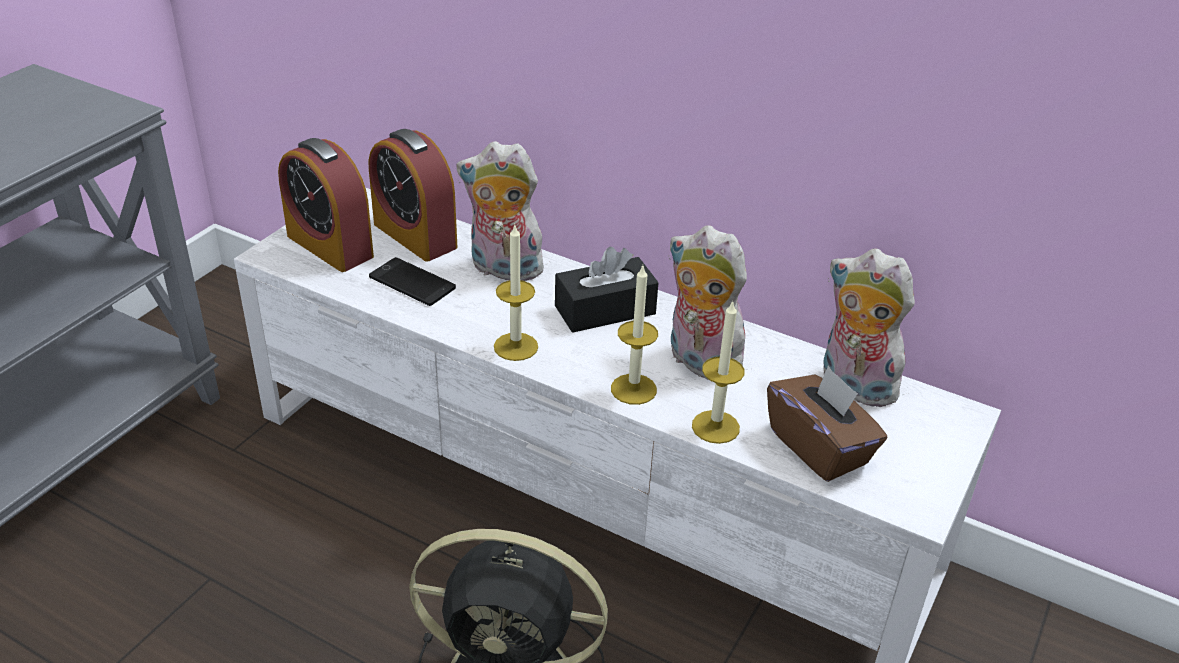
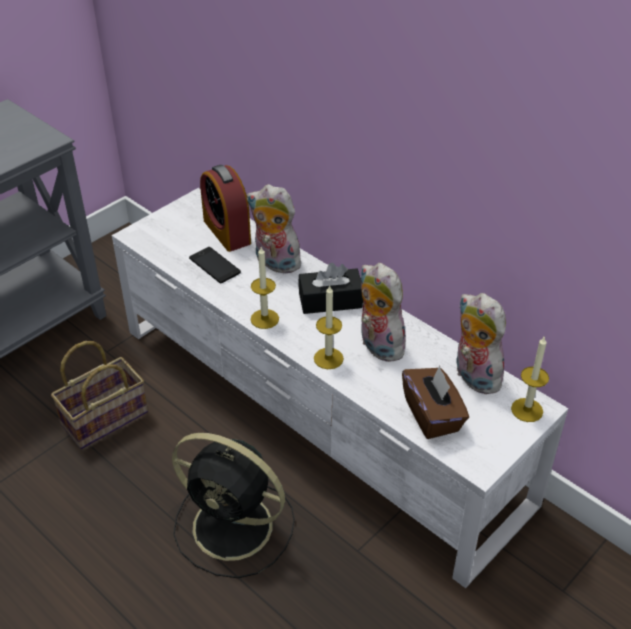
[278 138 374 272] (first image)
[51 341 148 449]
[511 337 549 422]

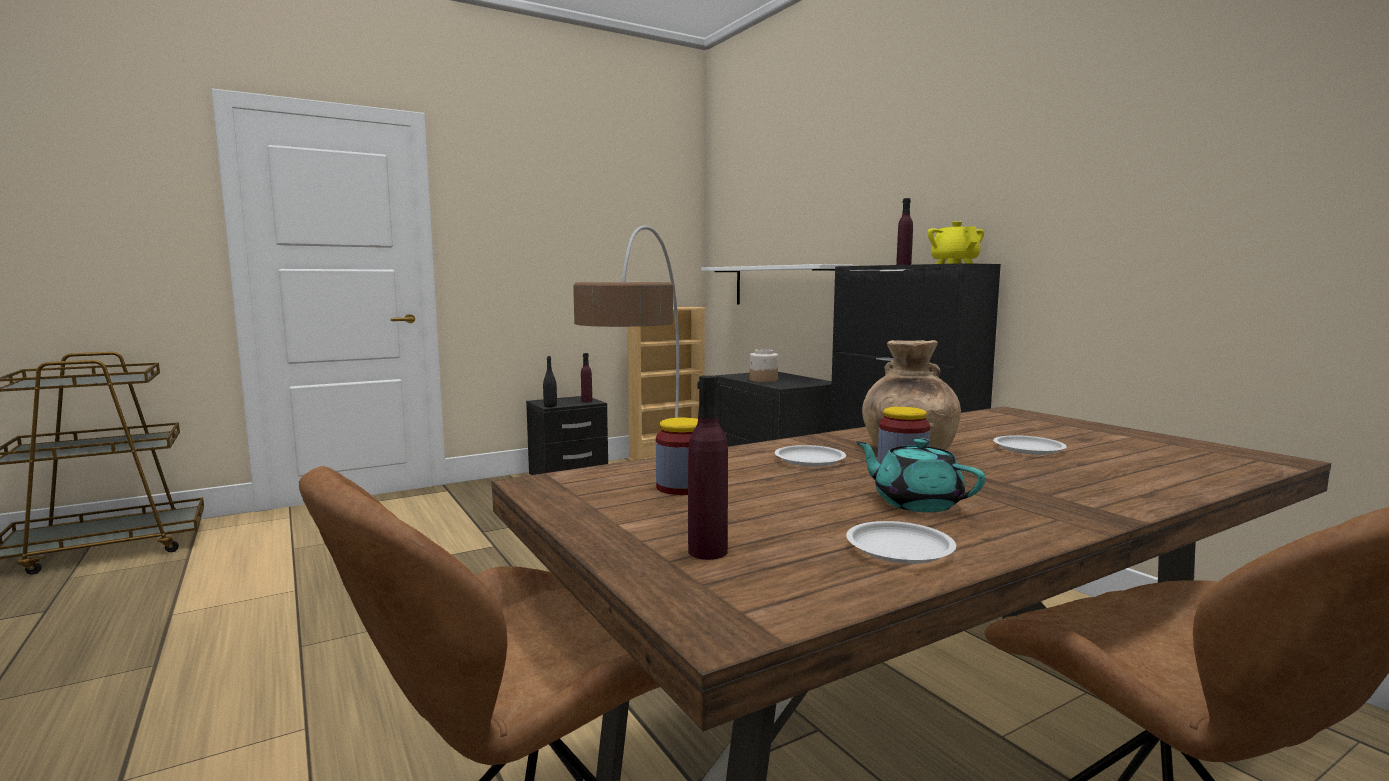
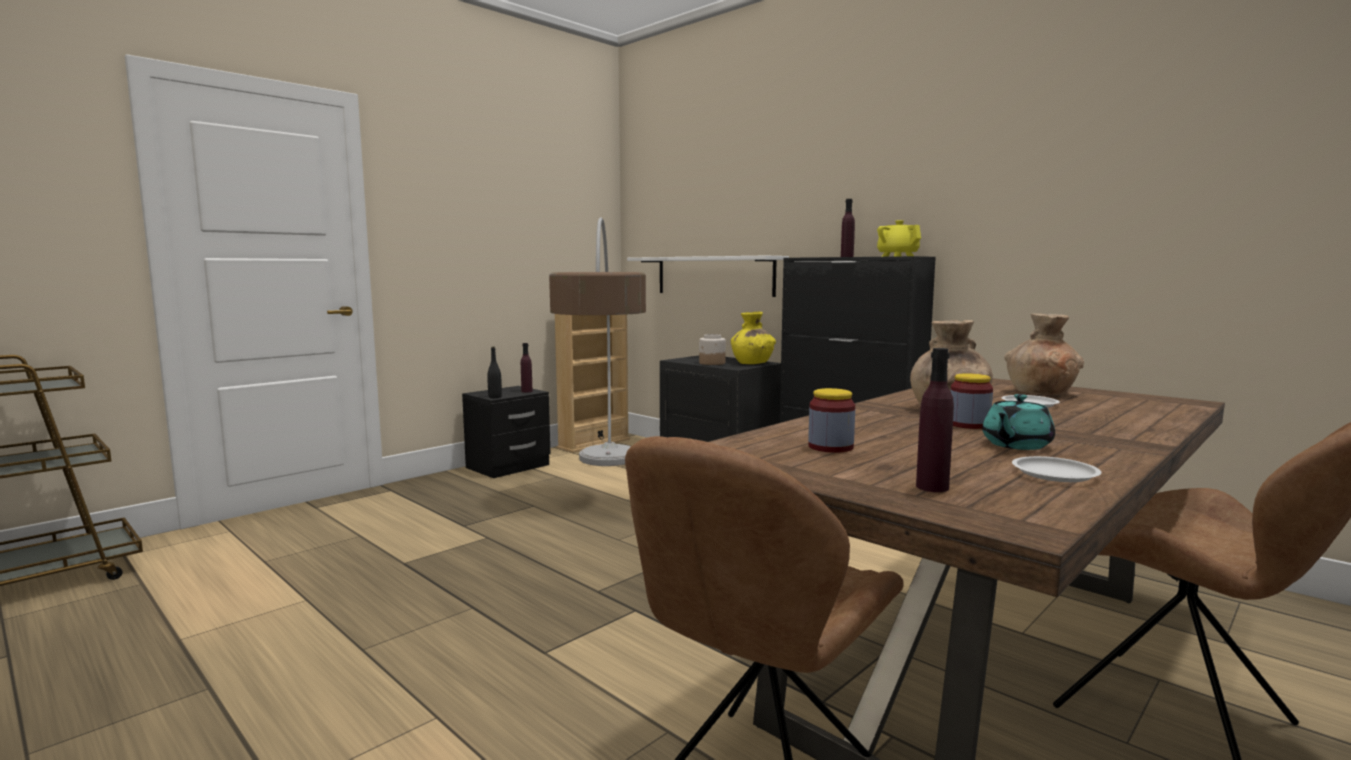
[775 445 846 467] (first image)
[731 312 776 364]
[1004 313 1084 395]
[982 394 1055 450]

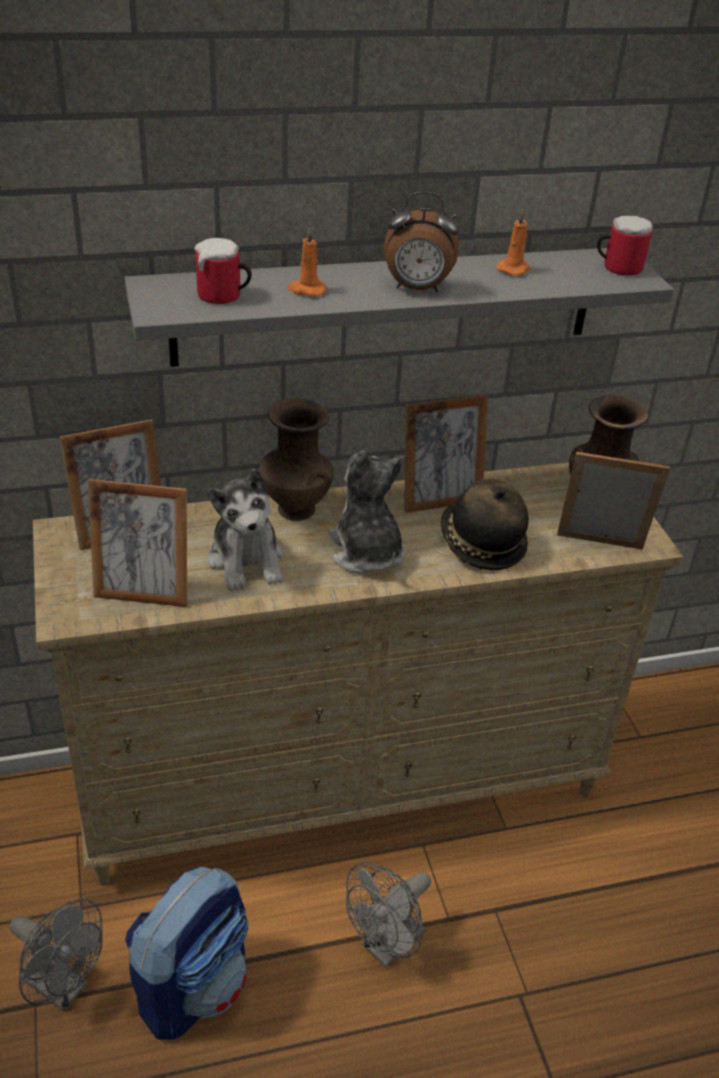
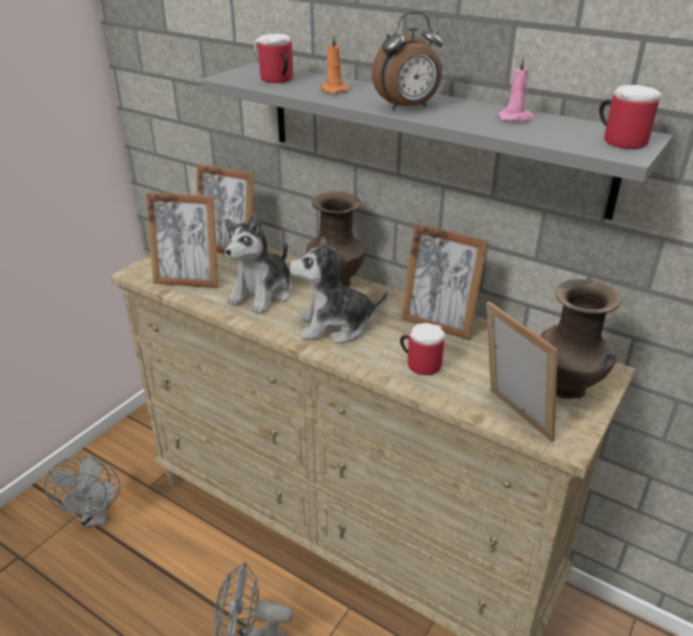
[125 867 248 1040] (first image)
[400 323 446 375]
[498 56 535 121]
[145 192 219 288]
[289 236 388 344]
[372 11 443 111]

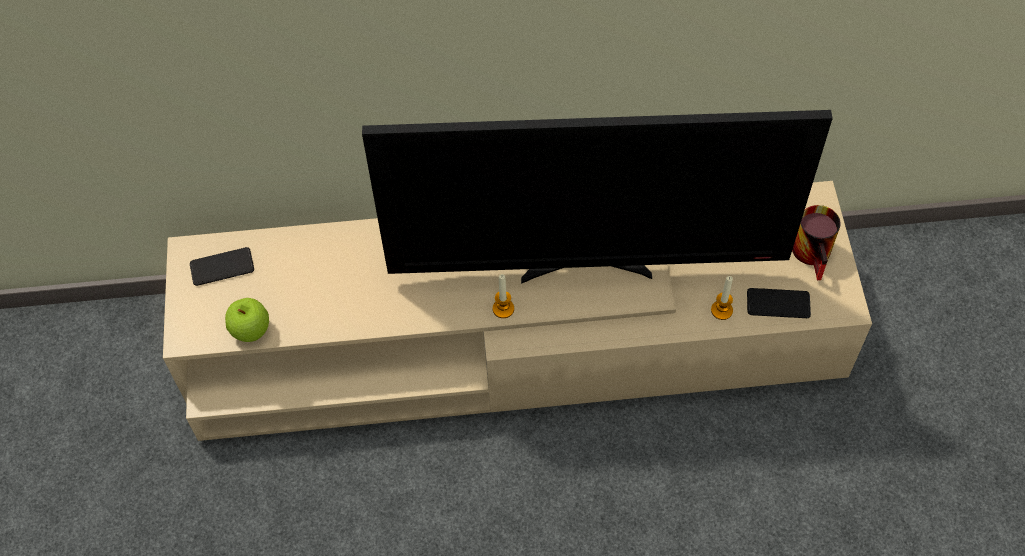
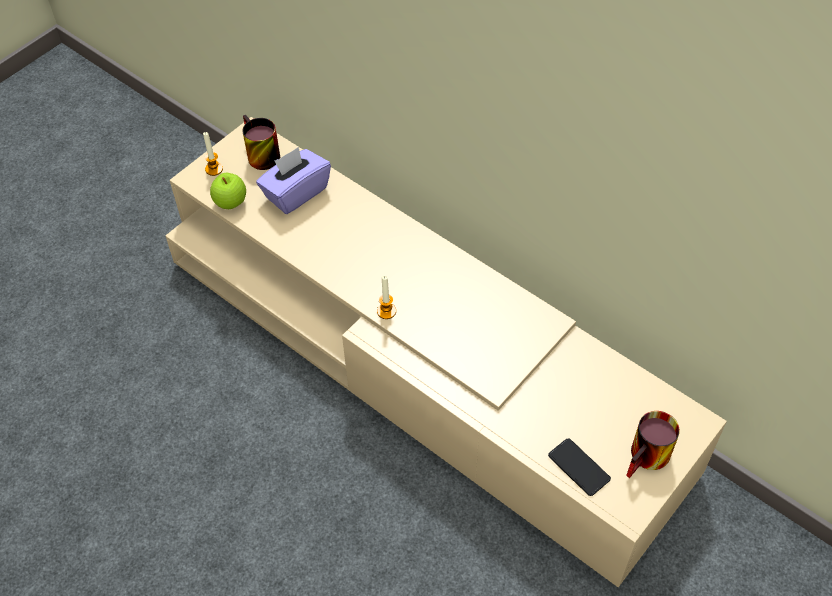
[362 110 833 284] (first image)
[256 147 331 214]
[203 132 223 176]
[242 115 280 170]

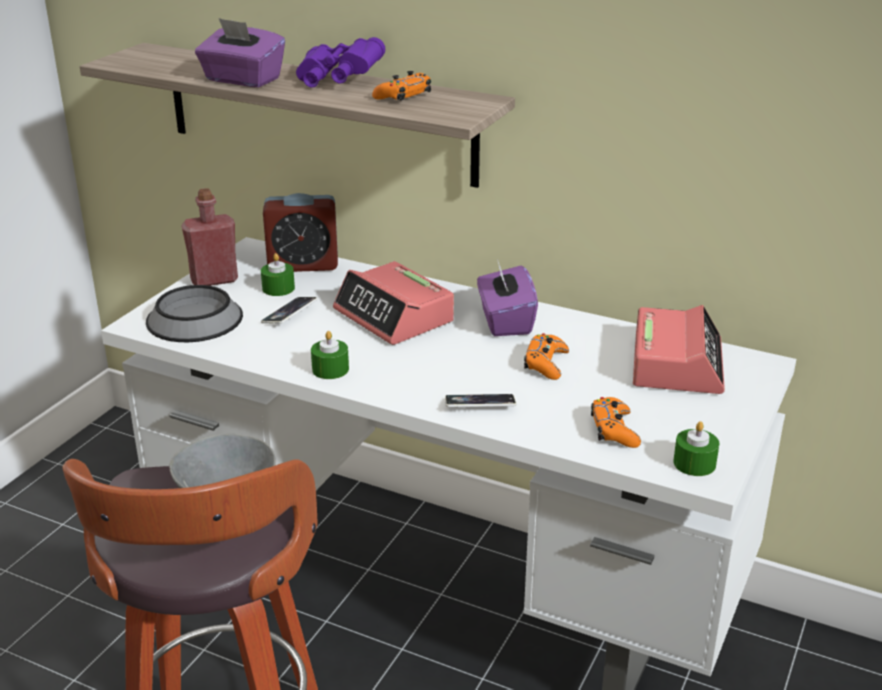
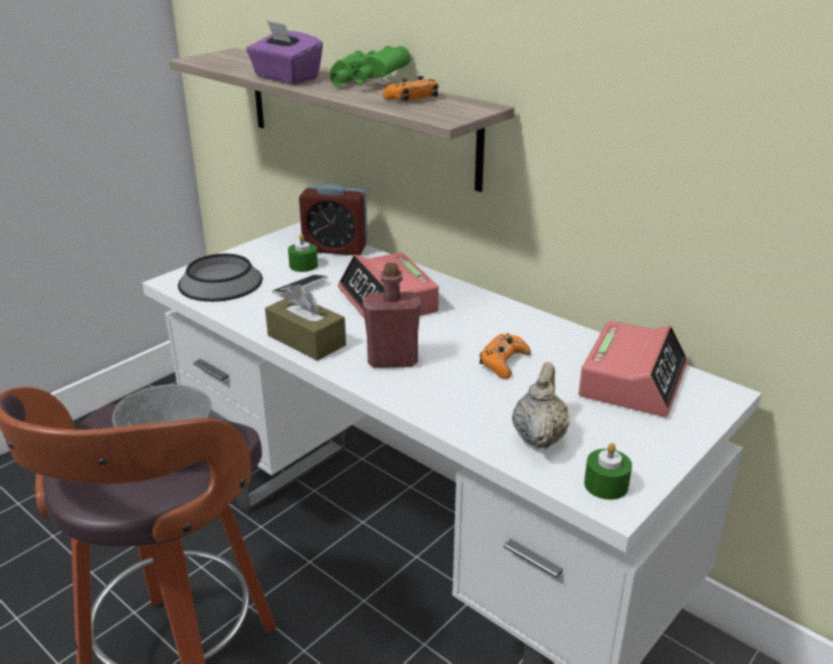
[445 394 516 407] (first image)
[477 259 538 336] (first image)
[363 263 421 368]
[265 284 346 361]
[512 362 569 449]
[330 46 410 87]

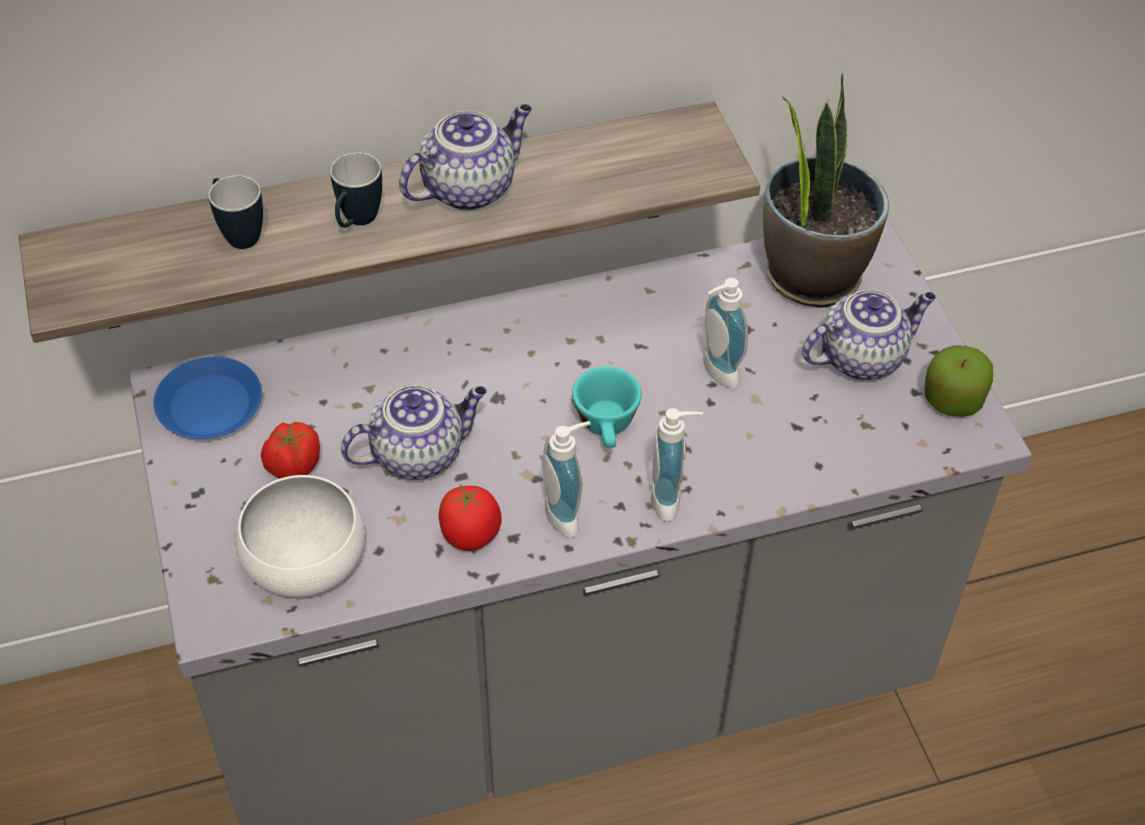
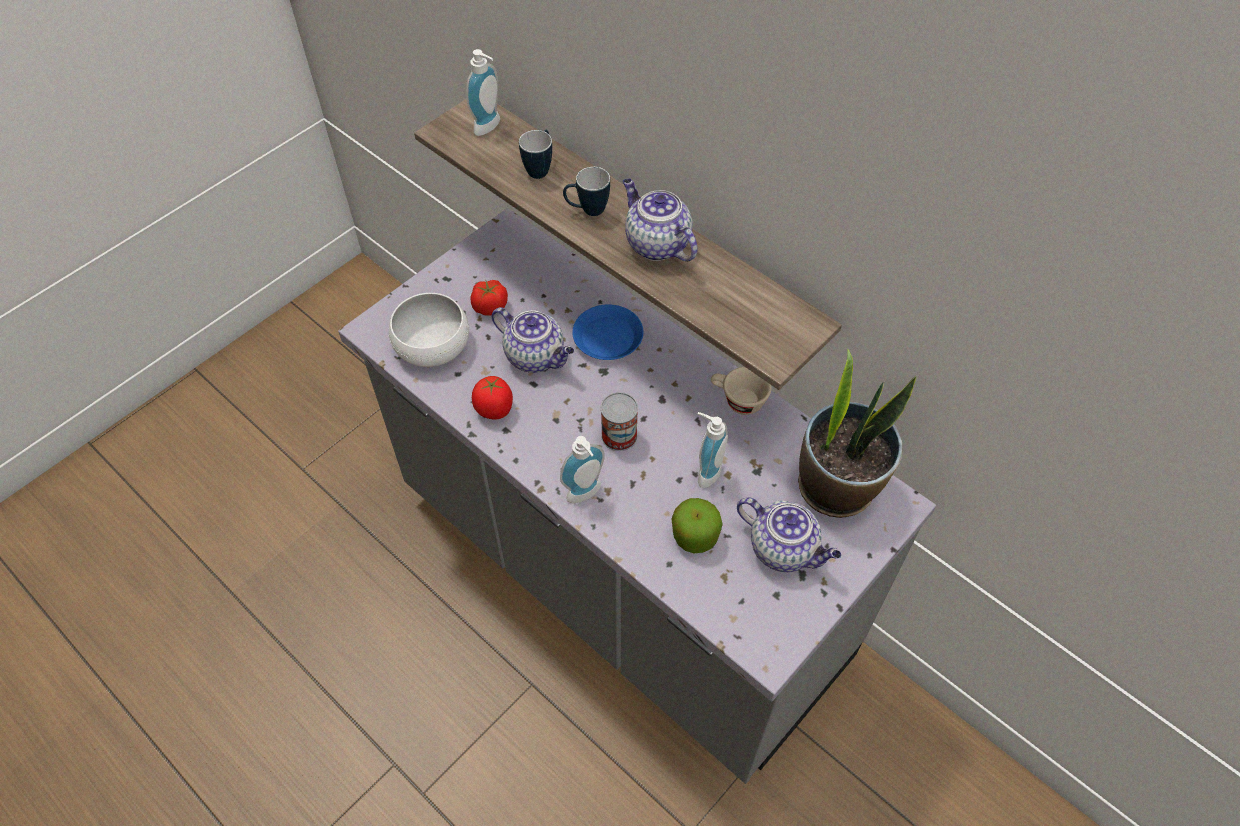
[711 367 772 415]
[572 304 643 360]
[466 49 500 136]
[671 498 723 553]
[601 392 638 451]
[623 178 698 262]

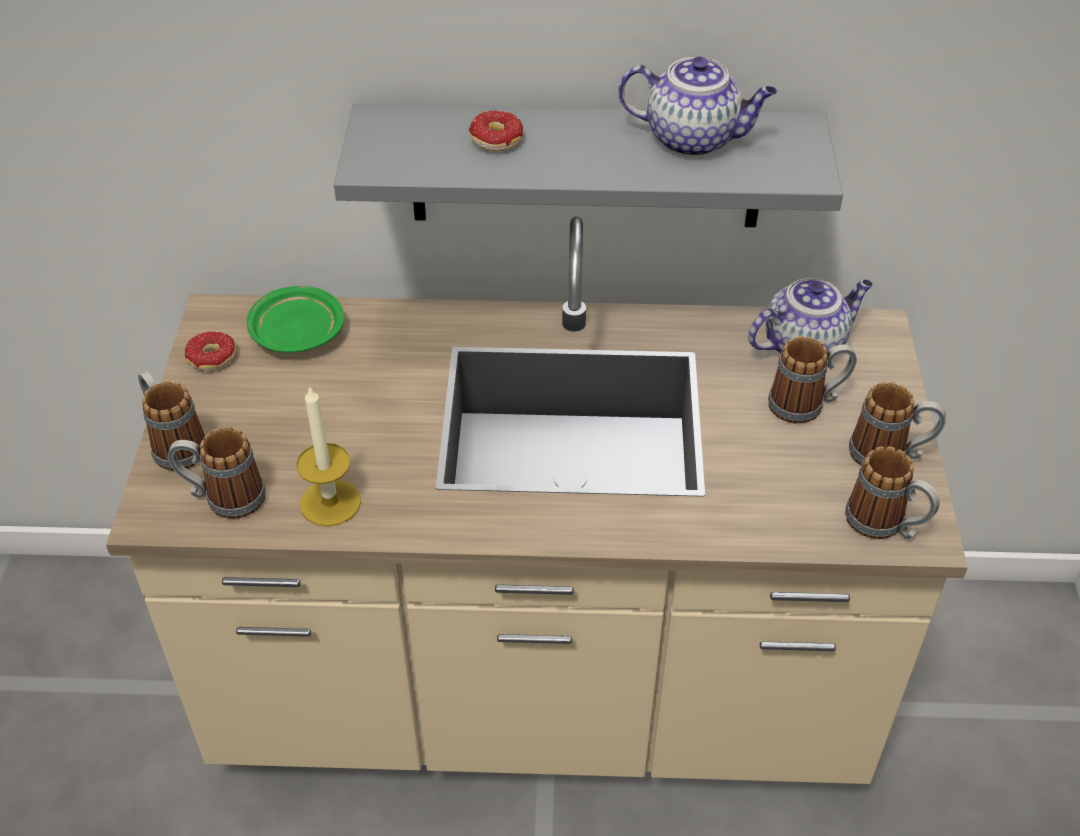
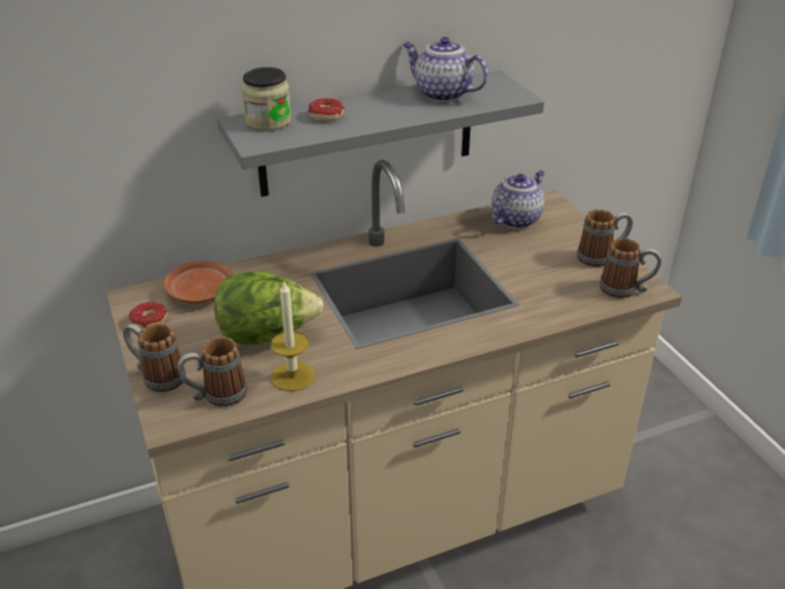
[768 336 857 424] (first image)
[214 271 324 345]
[242 67 291 131]
[163 261 234 303]
[403 37 488 102]

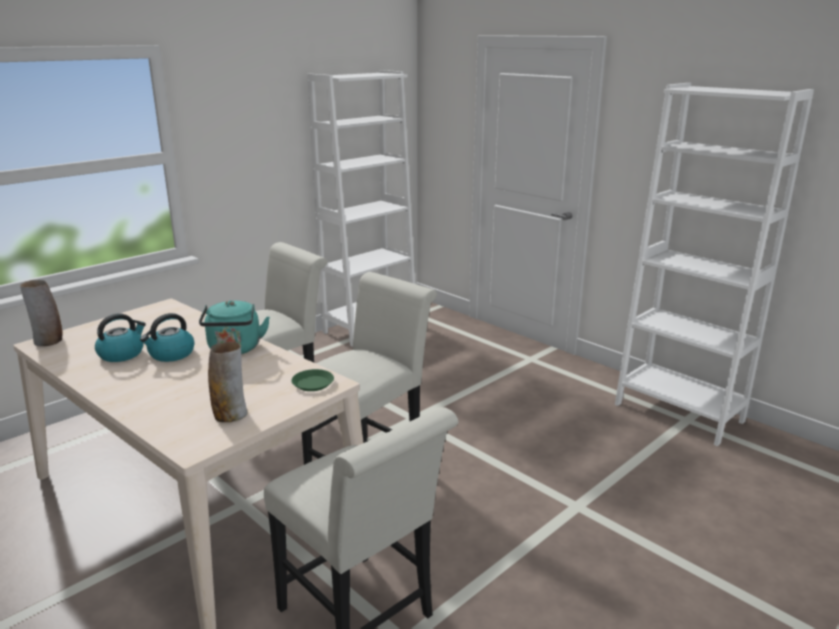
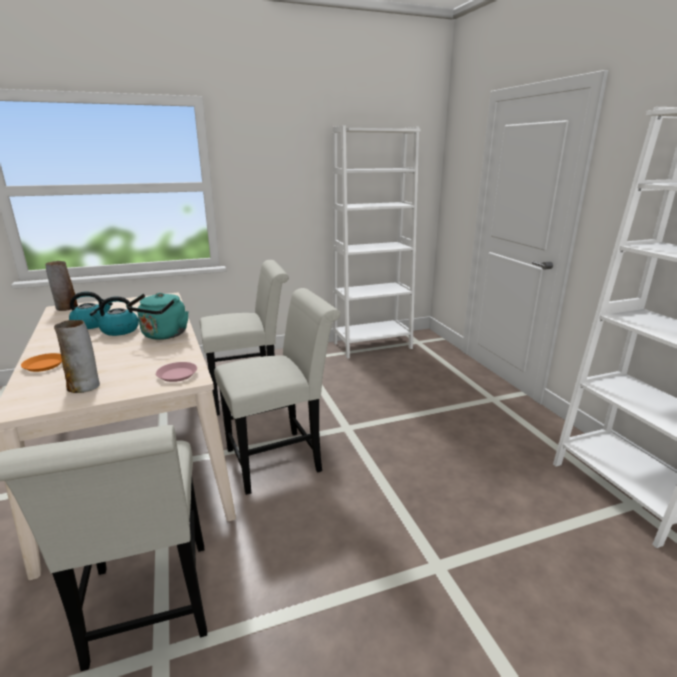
[21 353 62 372]
[156 362 197 382]

